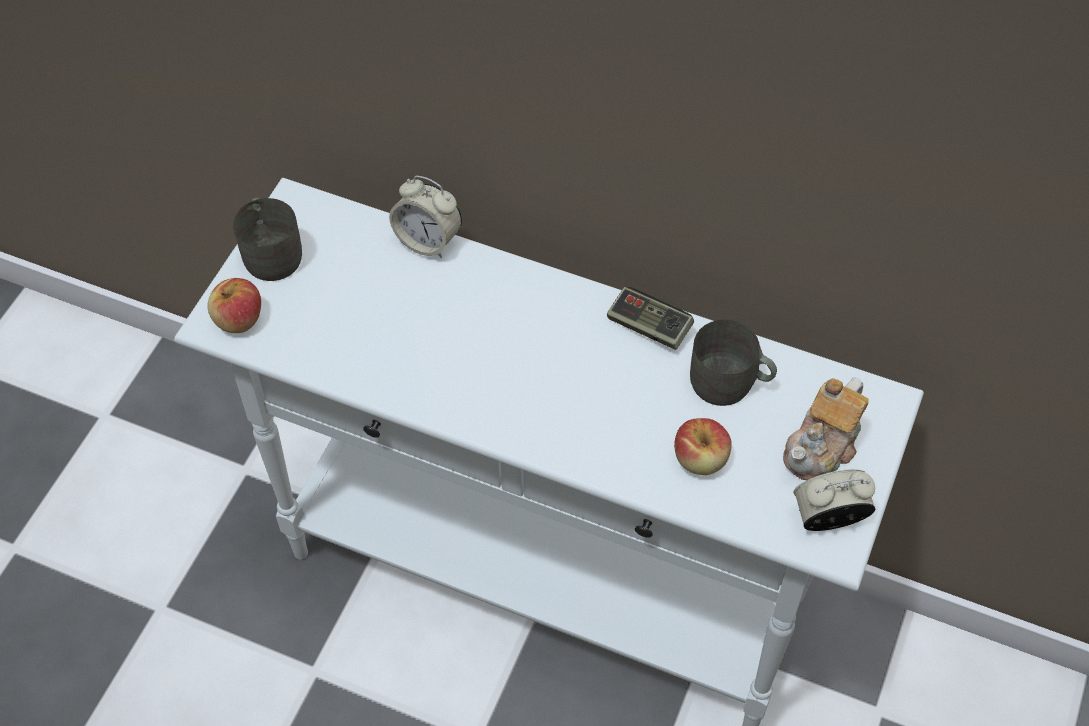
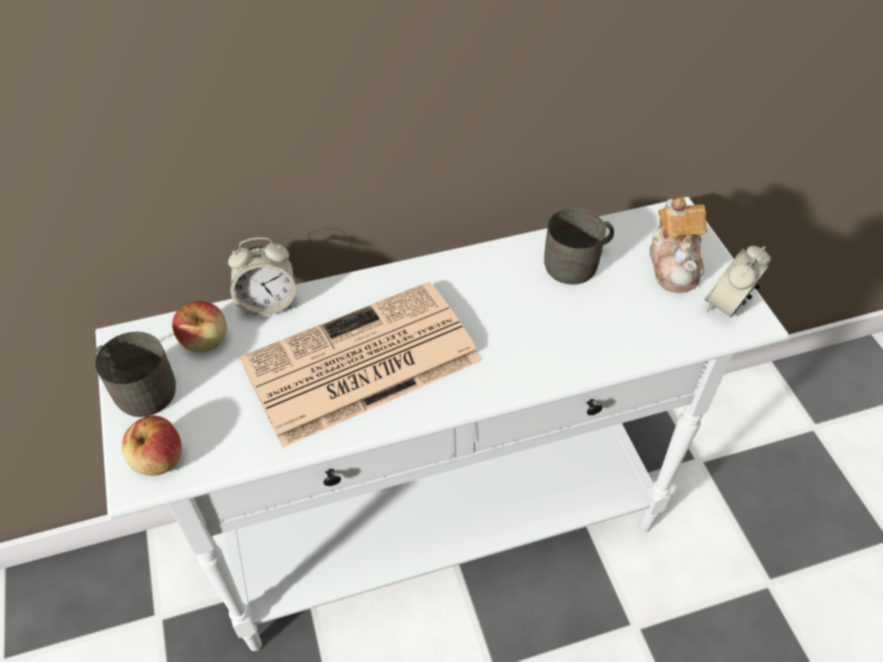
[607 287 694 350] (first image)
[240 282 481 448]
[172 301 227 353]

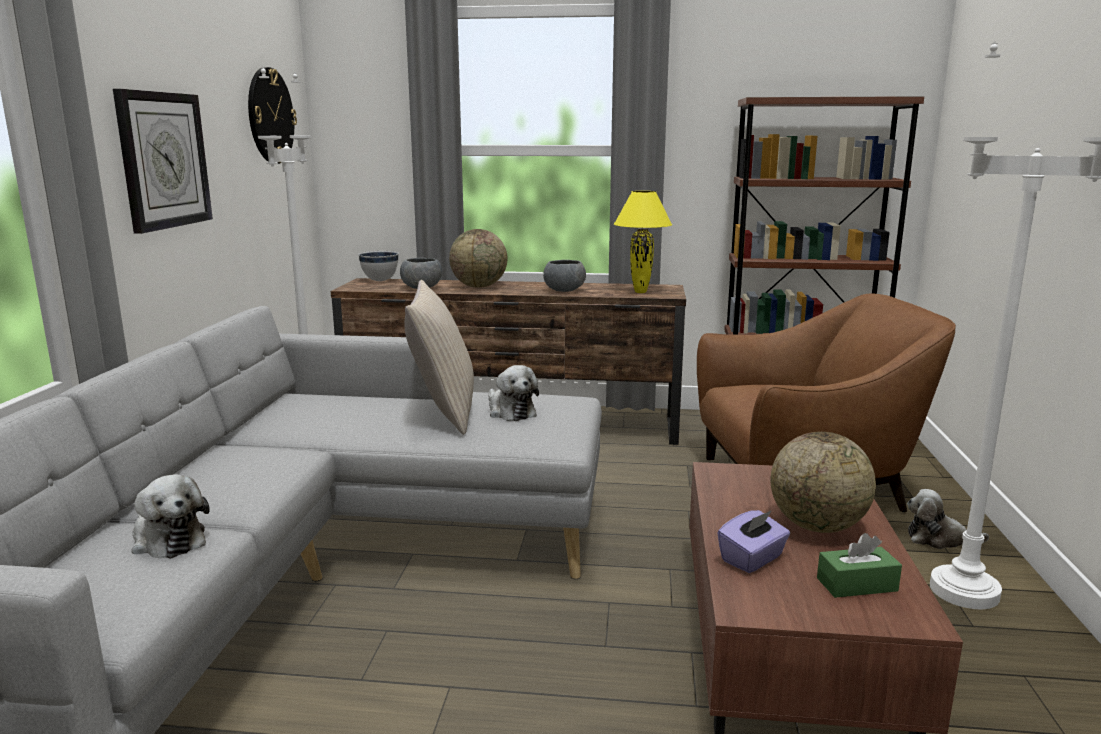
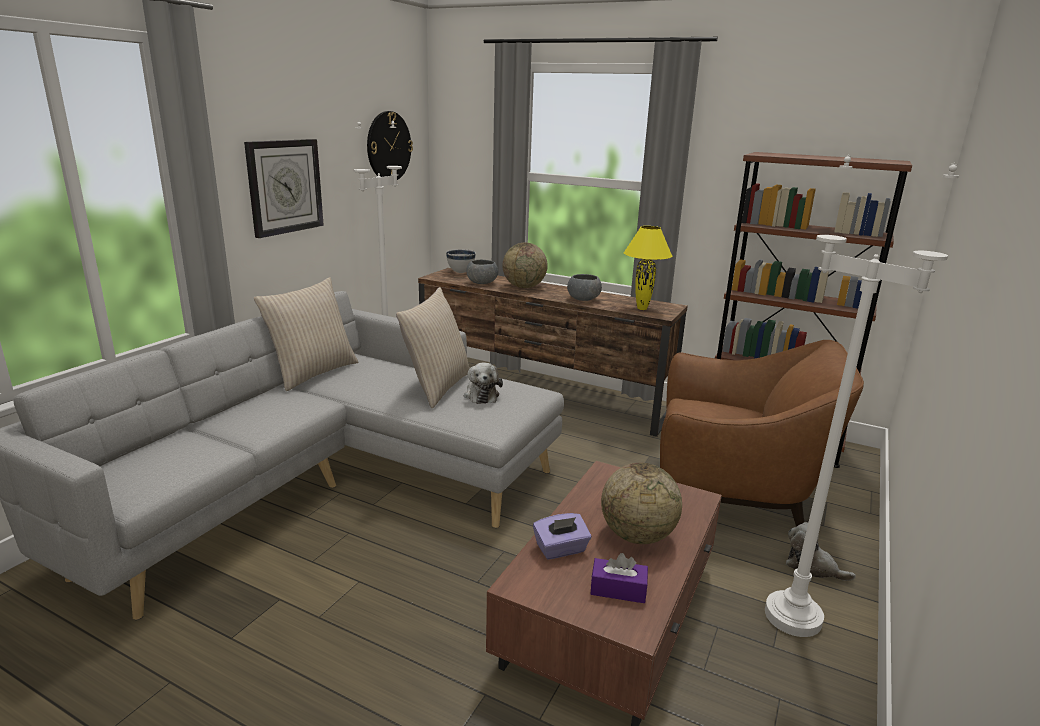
[131 474 210 559] (first image)
[254 277 359 391]
[591 553 648 603]

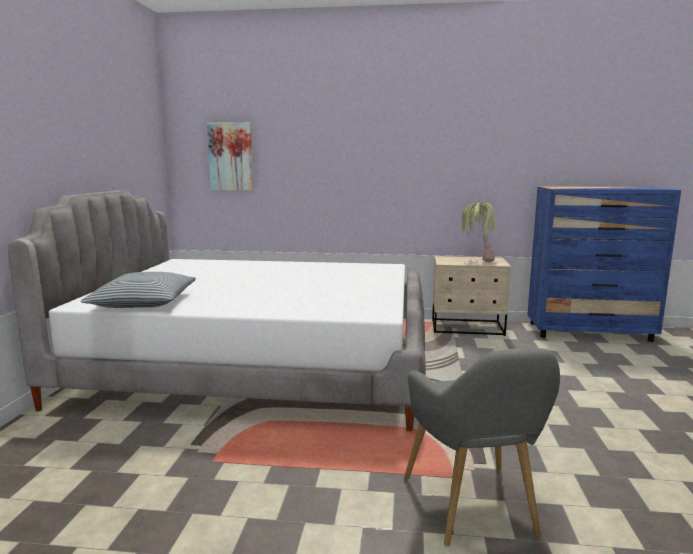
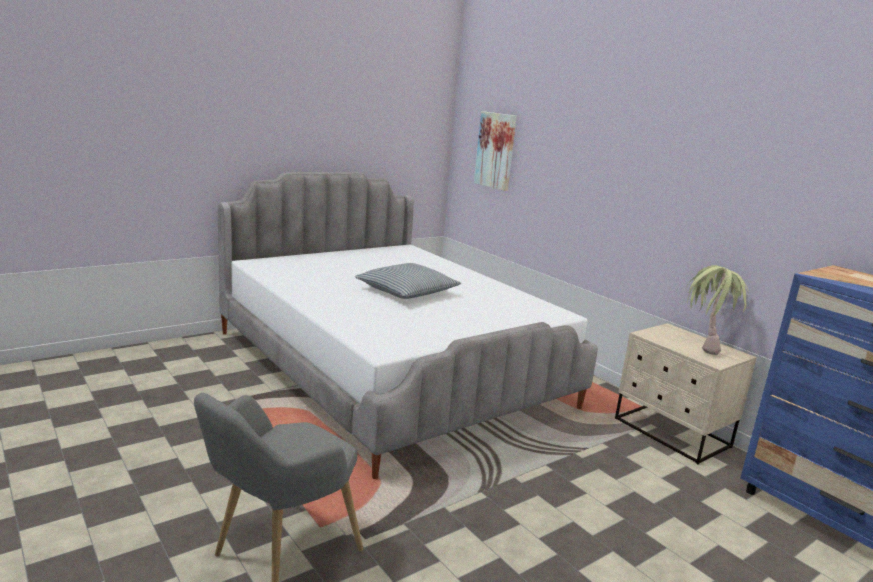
[355 263 461 299]

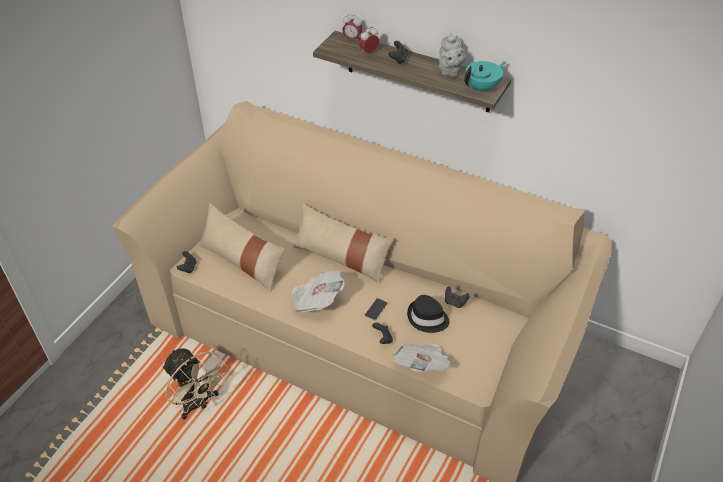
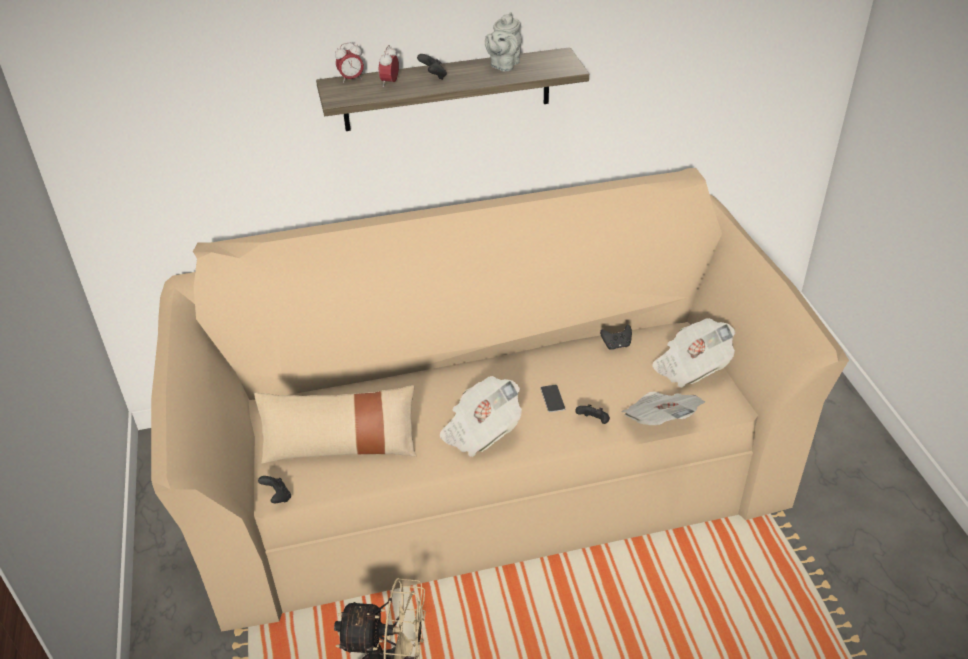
[293 204 394 284] (first image)
[407 295 449 333] (first image)
[464 61 506 93] (first image)
[653 318 736 388]
[485 12 522 72]

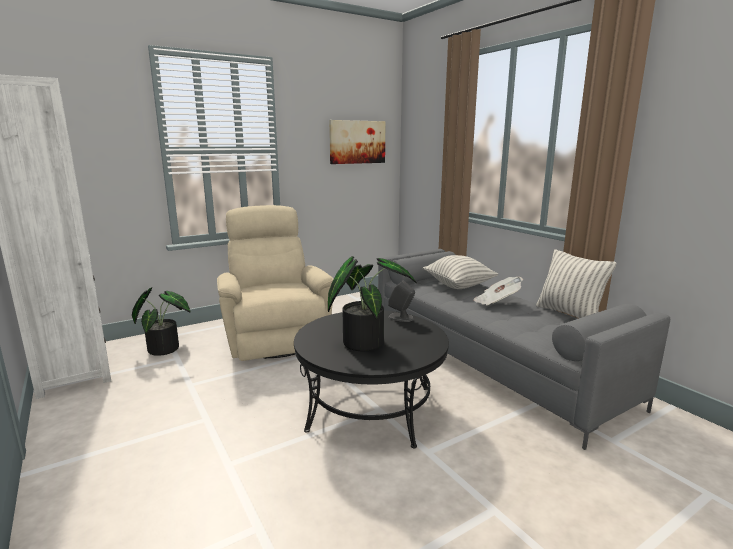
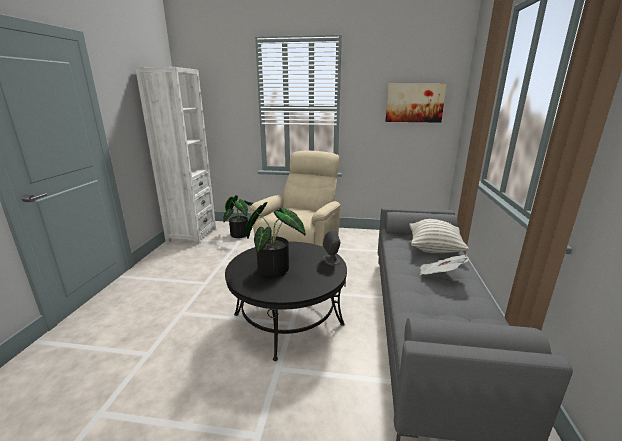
[536 249 616 318] (first image)

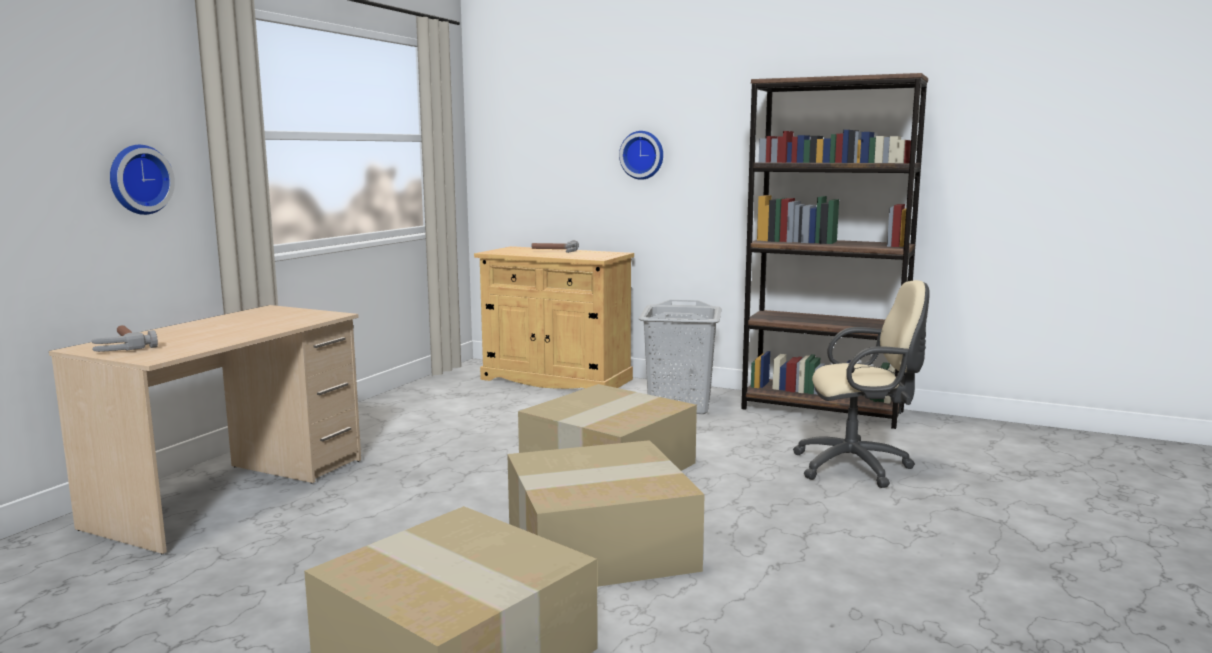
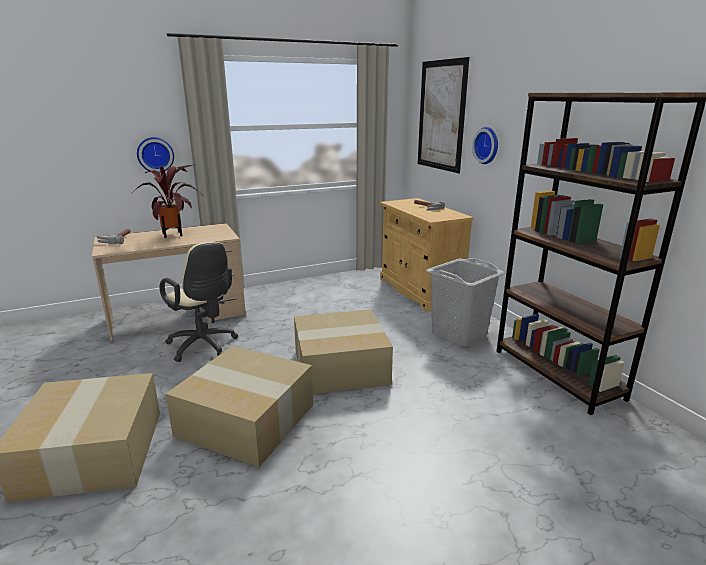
[131 165 200 238]
[418 57 469 173]
[159 242 238 362]

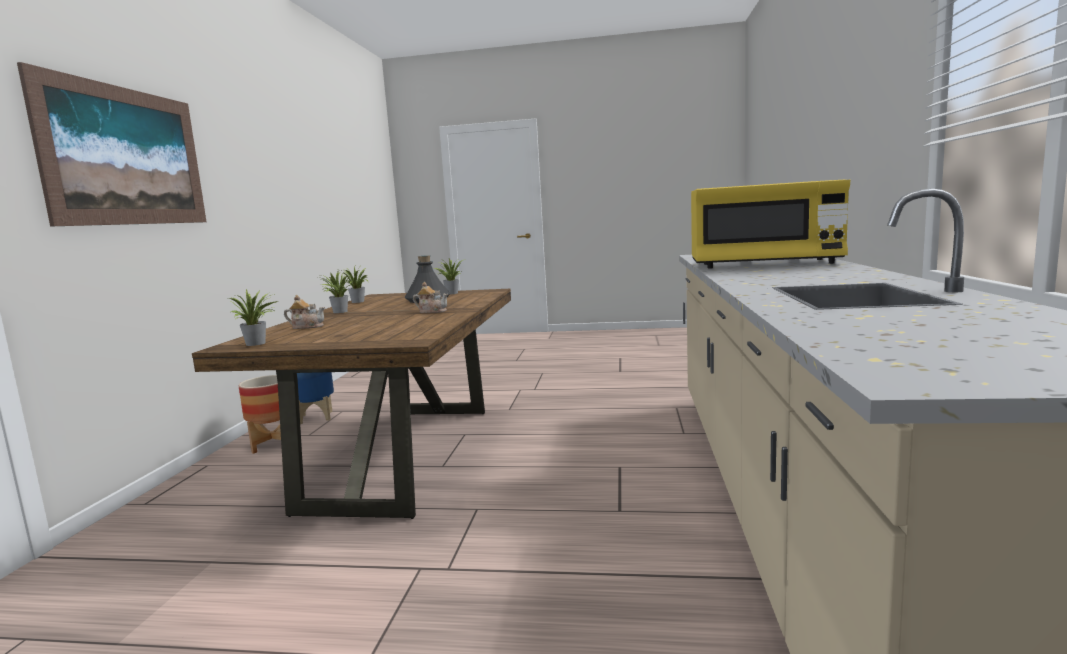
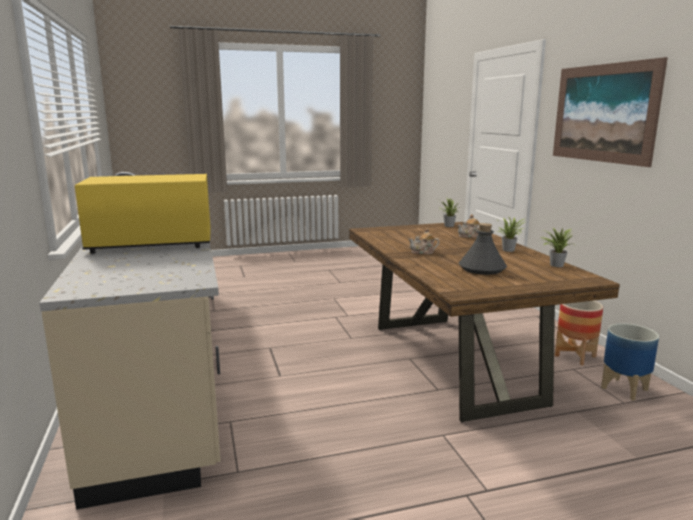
[434 259 463 294] (first image)

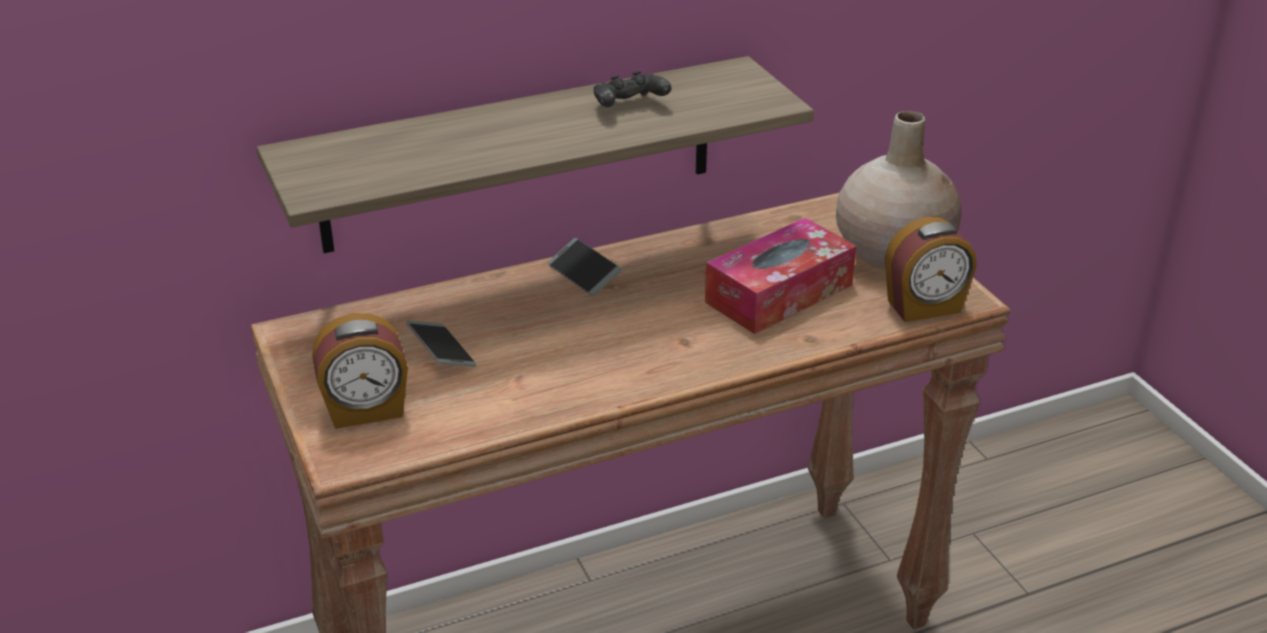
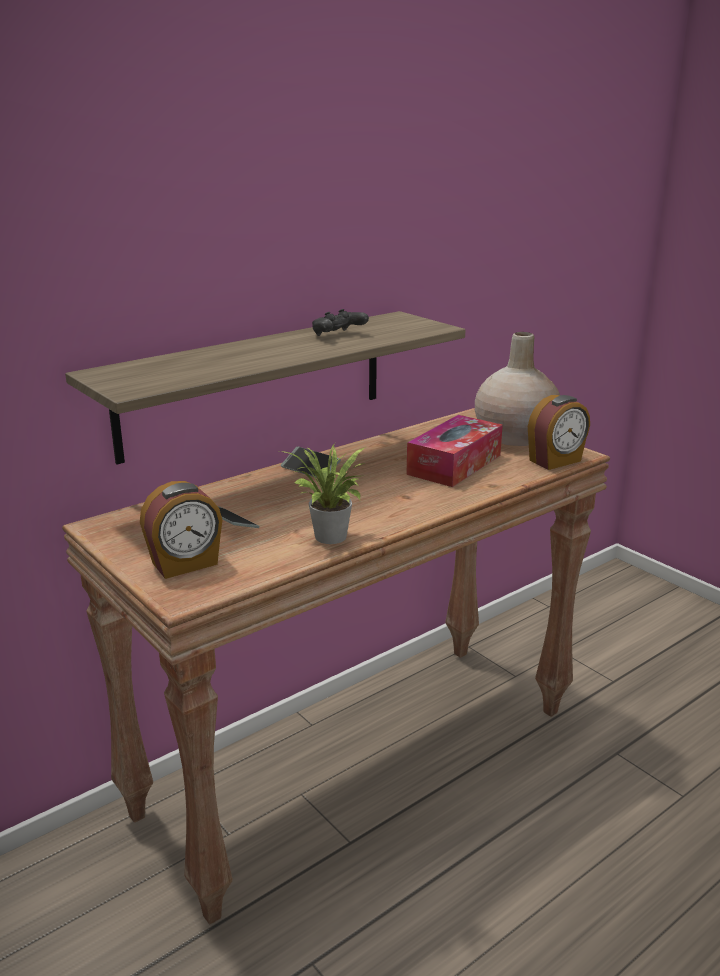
[280 443 366 544]

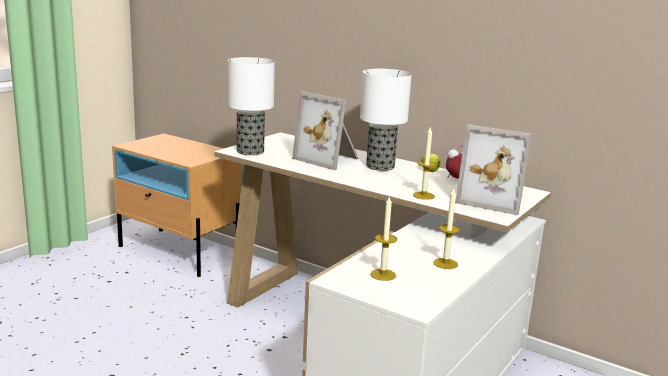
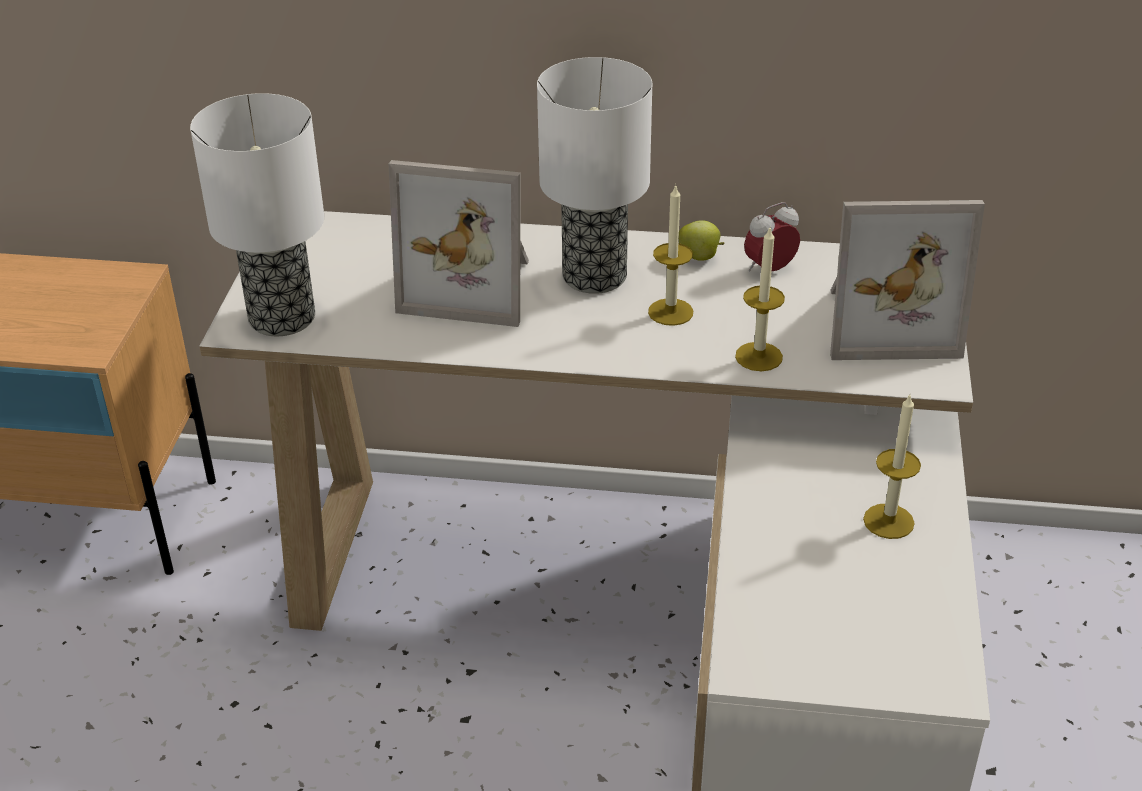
[648 184 693 326]

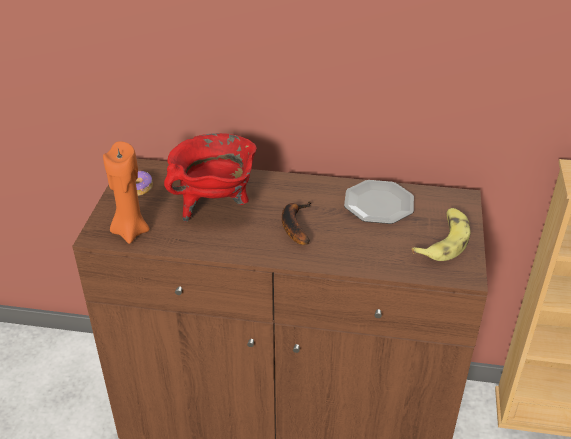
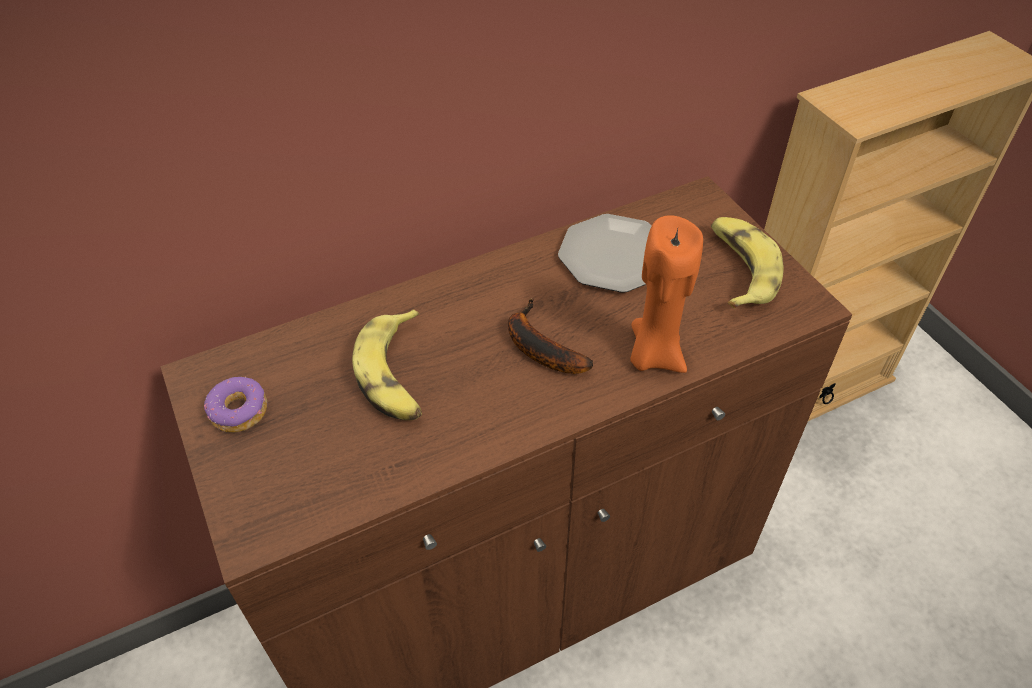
[630 215 703 373]
[352 309 422 420]

